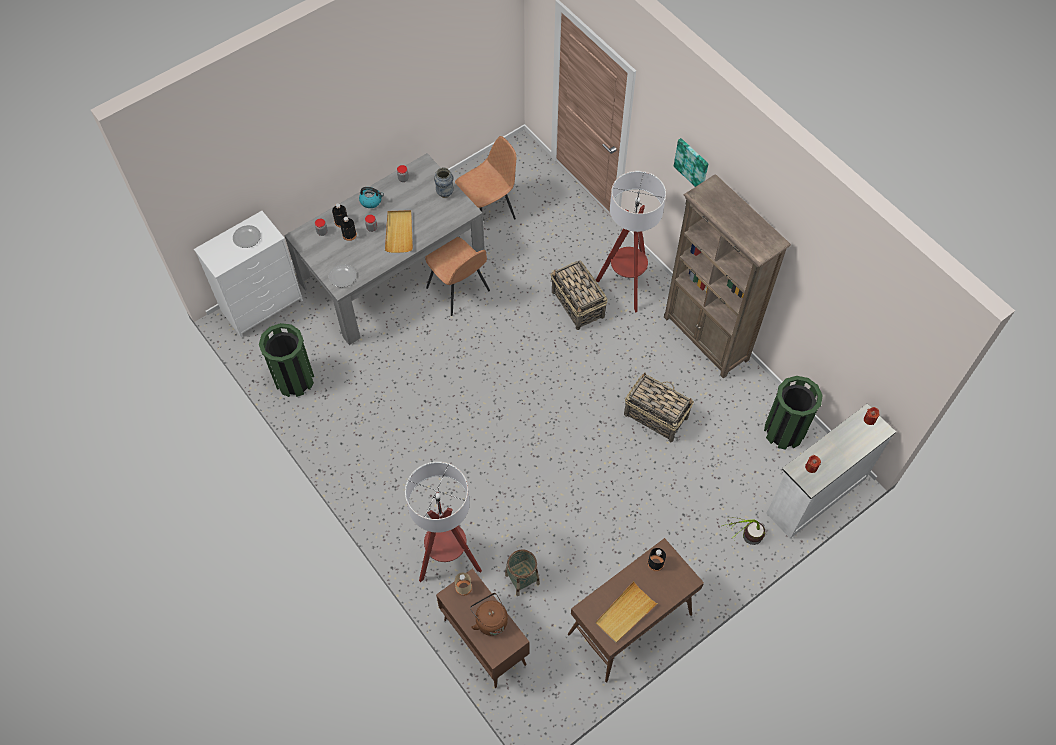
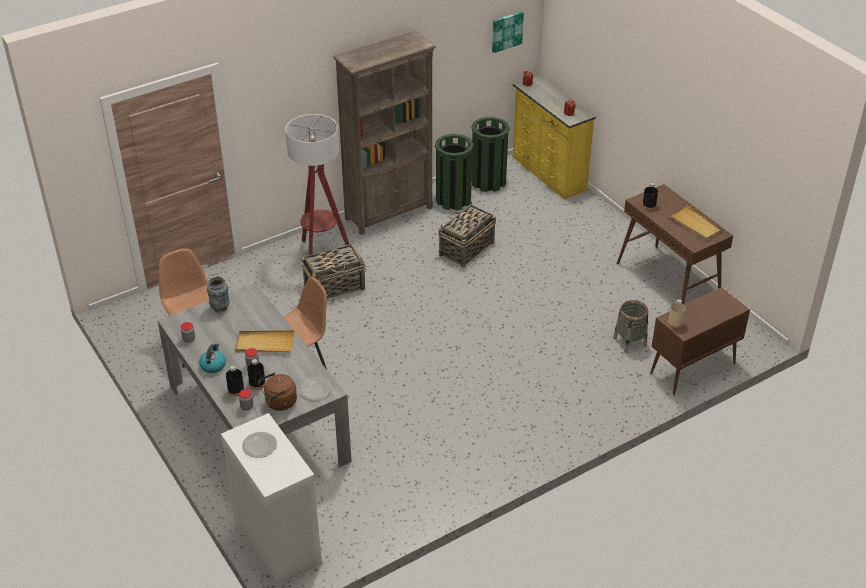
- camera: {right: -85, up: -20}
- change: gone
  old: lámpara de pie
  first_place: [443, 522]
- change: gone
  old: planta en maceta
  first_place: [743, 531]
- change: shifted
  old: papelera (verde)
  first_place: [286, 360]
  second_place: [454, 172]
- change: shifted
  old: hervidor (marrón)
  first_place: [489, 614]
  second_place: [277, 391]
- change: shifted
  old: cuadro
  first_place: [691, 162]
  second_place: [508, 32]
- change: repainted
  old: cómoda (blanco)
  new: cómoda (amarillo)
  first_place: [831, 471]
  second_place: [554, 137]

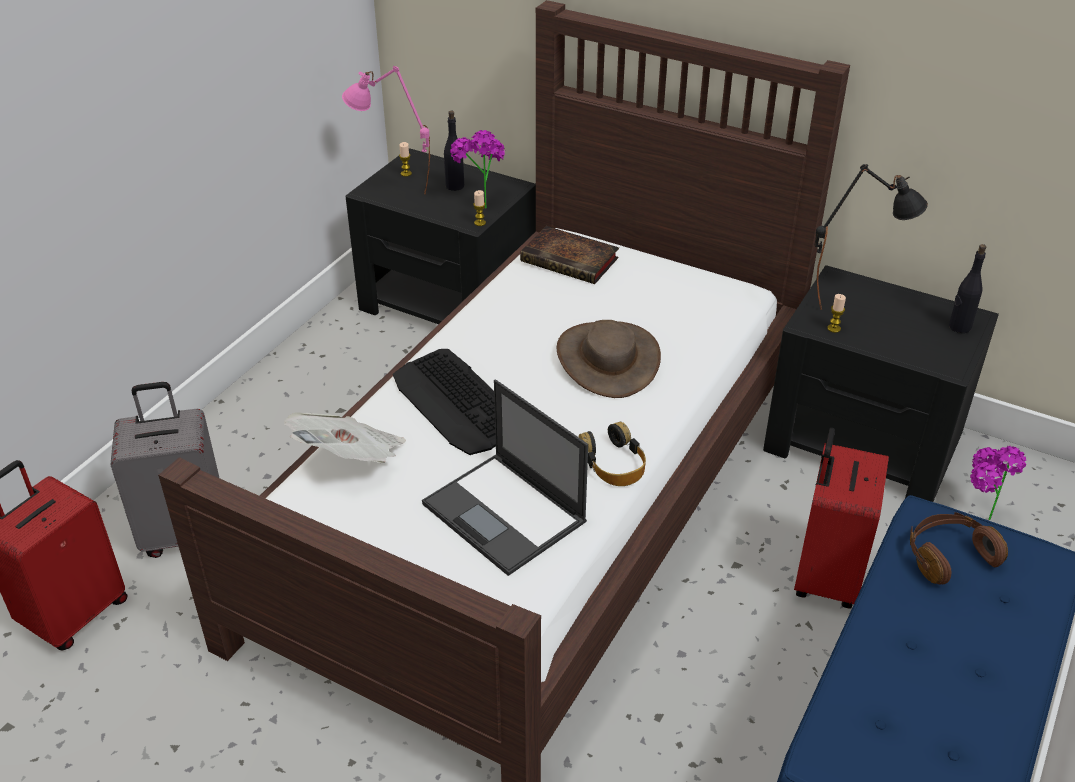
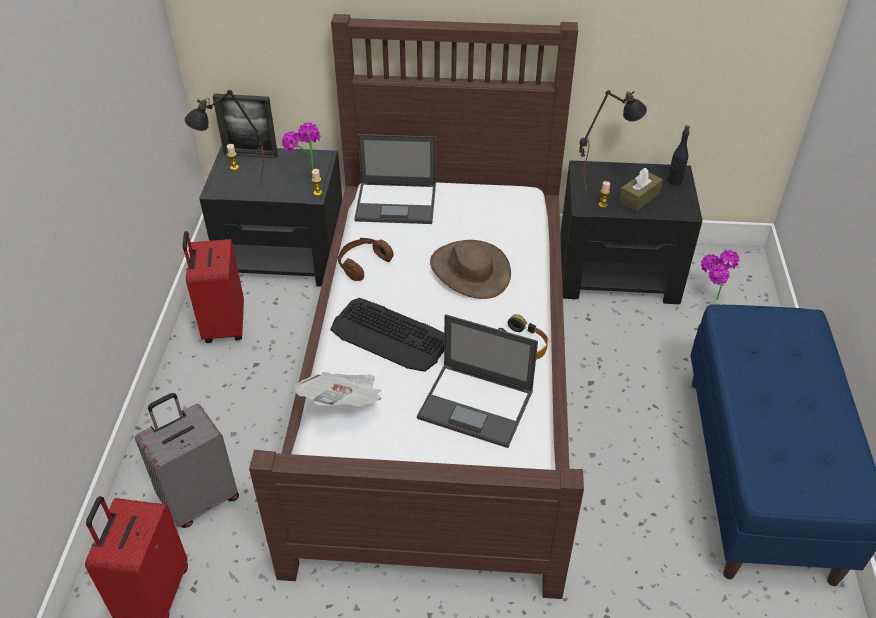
- camera: {right: -25, up: 5}
- change: gone
  old: botella (negro)
  first_place: [454, 151]
- change: new
  new: portarretratos
  second_place: [245, 125]
- change: new
  new: caja de pañuelos (marrón)
  second_place: [641, 189]
- change: shifted
  old: maleta (rojo)
  first_place: [841, 518]
  second_place: [213, 287]
- change: shifted
  old: auriculares (marrón)
  first_place: [959, 548]
  second_place: [365, 259]
- change: swapped
  old: libro
  new: portátil
  first_place: [569, 255]
  second_place: [395, 179]
- change: repainted
  old: lámpara de mesa (rosa)
  new: lámpara de mesa (negro)
  first_place: [386, 130]
  second_place: [224, 135]

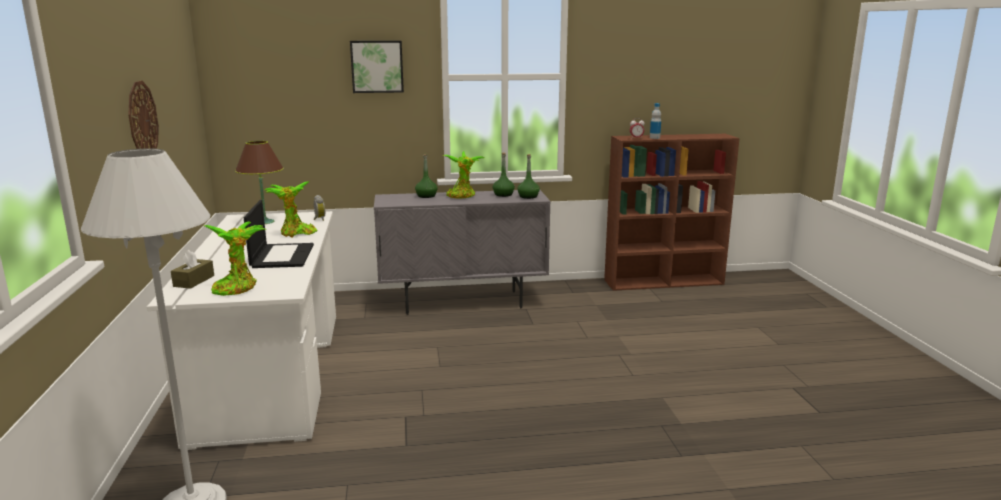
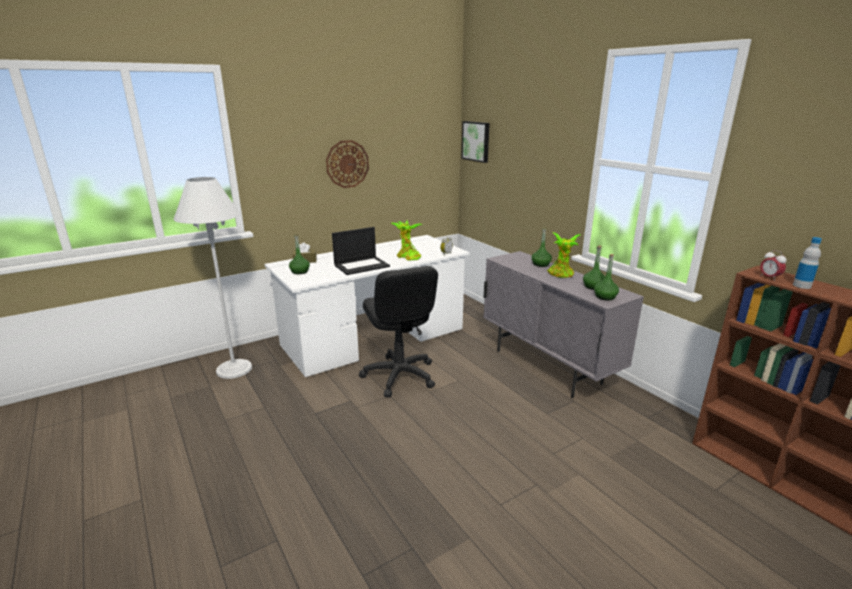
- camera: {right: 65, up: 5}
- change: gone
  old: lámpara de mesa (marrón)
  first_place: [259, 182]
- change: new
  new: silla de oficina (negro)
  second_place: [398, 331]
- change: shifted
  old: cuadro
  first_place: [377, 66]
  second_place: [475, 142]
- change: swapped
  old: planta en maceta
  new: botella (verde)
  first_place: [235, 259]
  second_place: [299, 254]

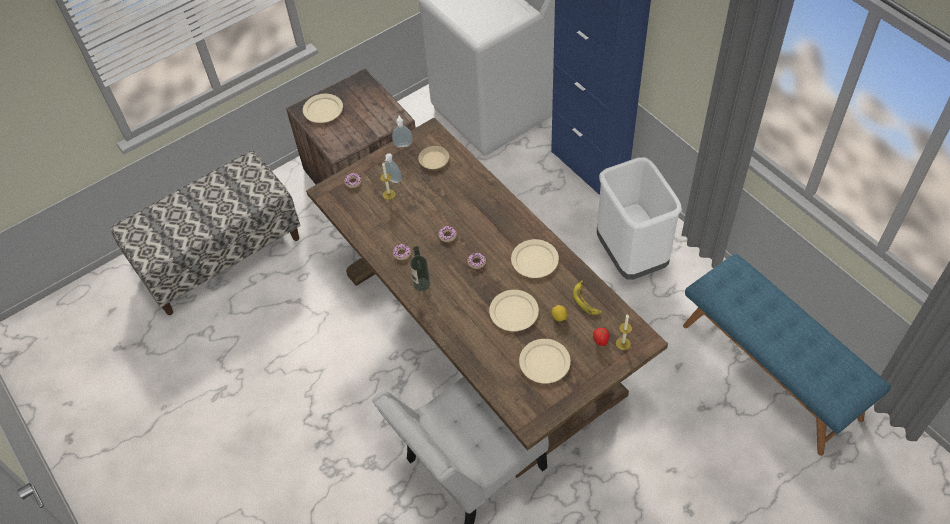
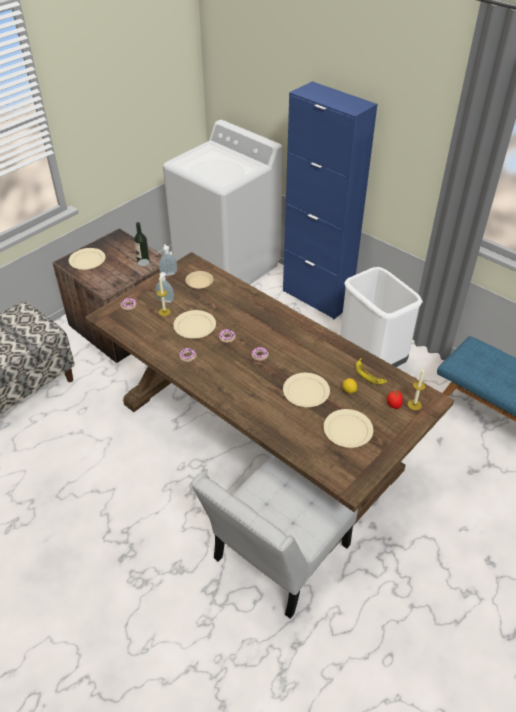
- camera: {right: -15, up: -10}
- change: shifted
  old: botella
  first_place: [420, 268]
  second_place: [142, 244]
- change: shifted
  old: plato (beis)
  first_place: [535, 258]
  second_place: [194, 324]

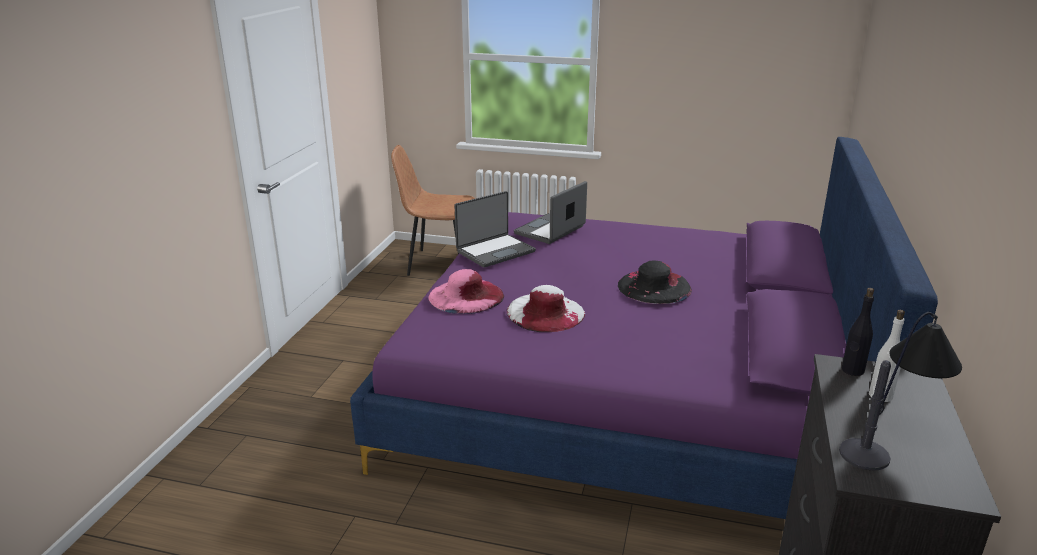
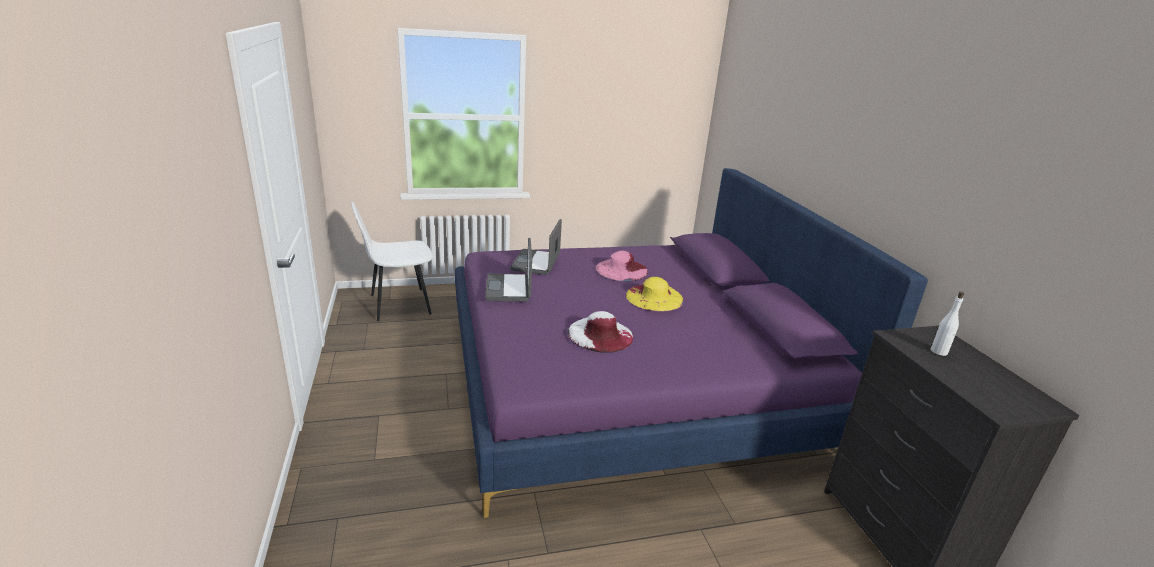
- camera: {right: -30, up: 0}
- change: gone
  old: lámpara de mesa
  first_place: [900, 391]
- change: gone
  old: botella (negro)
  first_place: [858, 332]
- change: shifted
  old: sombrero (rosa)
  first_place: [466, 291]
  second_place: [622, 266]
- change: repainted
  old: silla (marrón)
  new: silla (blanco)
  first_place: [433, 210]
  second_place: [392, 261]
- change: repainted
  old: sombrero (negro)
  new: sombrero (amarillo)
  first_place: [655, 282]
  second_place: [655, 294]
- change: rotated
  old: portátil
  first_place: [495, 229]
  second_place: [508, 269]
  degrees: 150

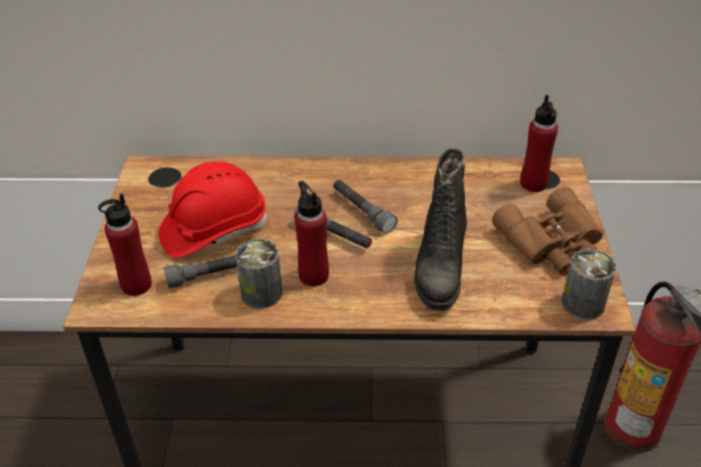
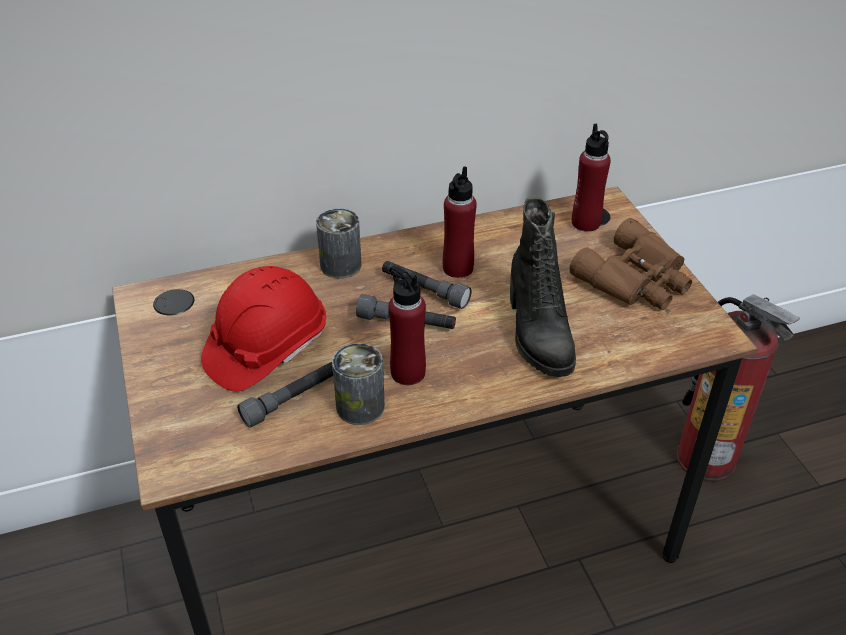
- camera: {right: -20, up: 0}
- change: shifted
  old: botella (rojo)
  first_place: [125, 244]
  second_place: [460, 222]
- change: shifted
  old: lata
  first_place: [589, 284]
  second_place: [339, 243]

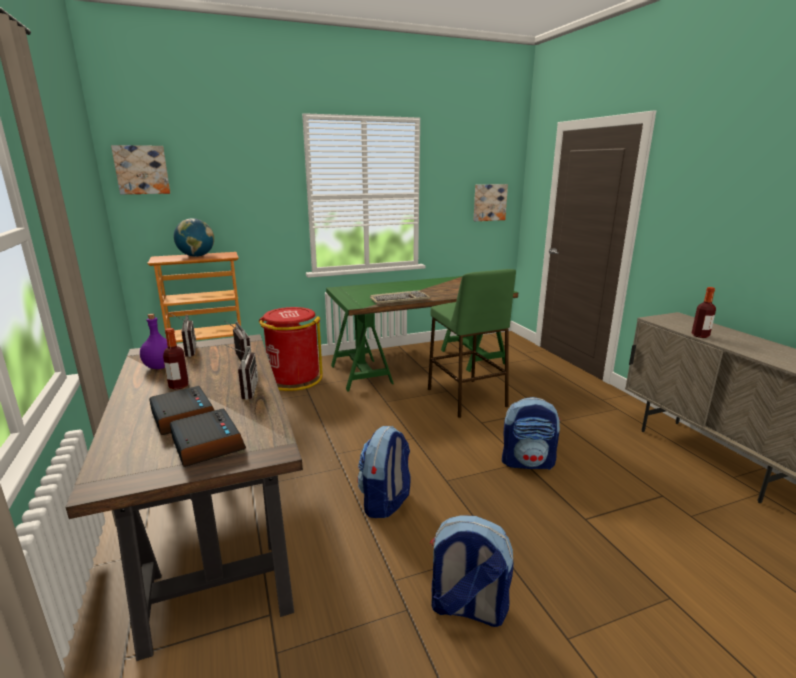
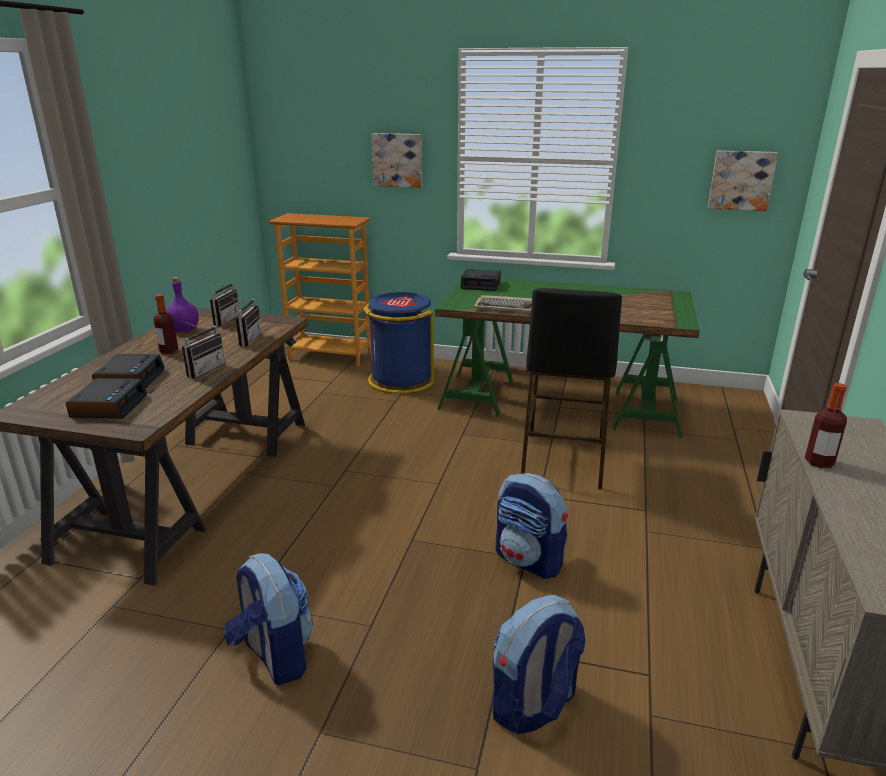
- camera: {right: 35, up: 5}
- change: gone
  old: globo terráqueo
  first_place: [194, 237]
- change: new
  new: despertador
  second_place: [481, 280]
- change: shifted
  old: cuadro
  first_place: [140, 169]
  second_place: [396, 160]
- change: shifted
  old: mochila
  first_place: [384, 472]
  second_place: [539, 665]
- change: repainted
  old: papelera (rojo)
  new: papelera (azul)
  first_place: [291, 349]
  second_place: [398, 343]
- change: repainted
  old: taburete (verde)
  new: taburete (negro)
  first_place: [472, 343]
  second_place: [571, 389]

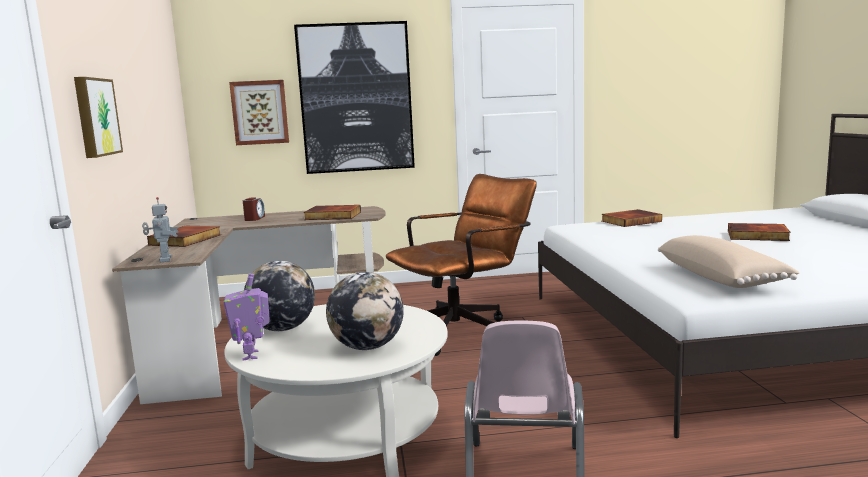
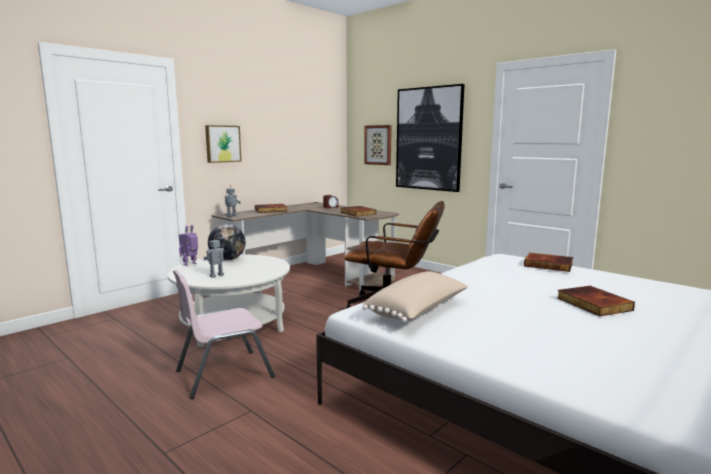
- camera: {right: 50, up: 0}
- change: swapped
  old: globo terráqueo
  new: robot de juguete
  first_place: [365, 311]
  second_place: [214, 257]

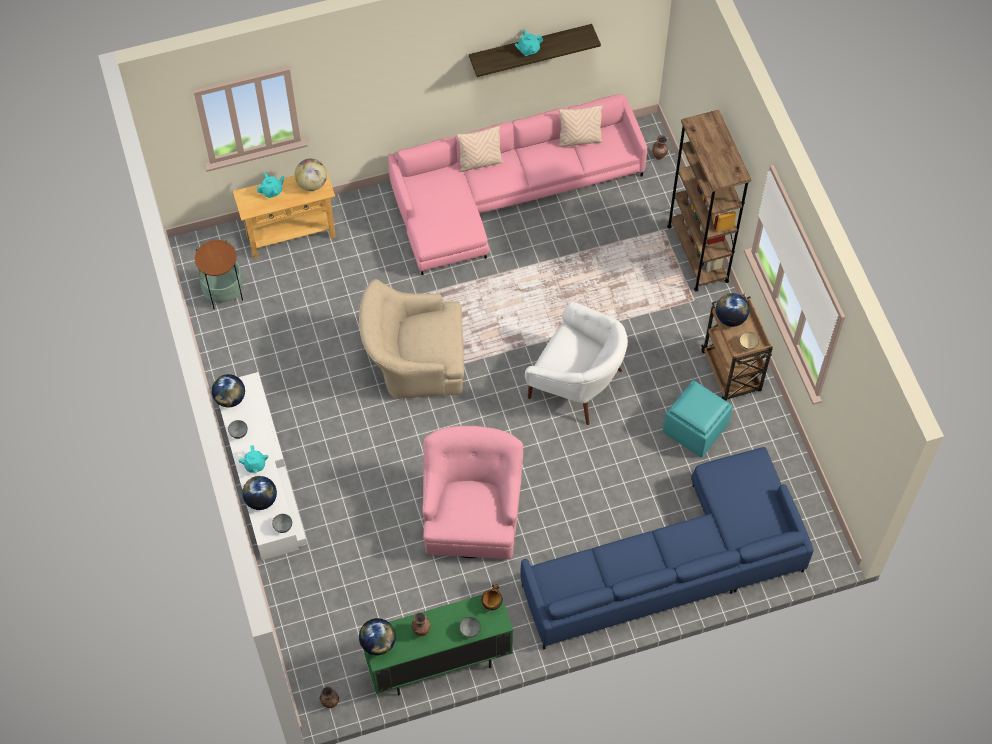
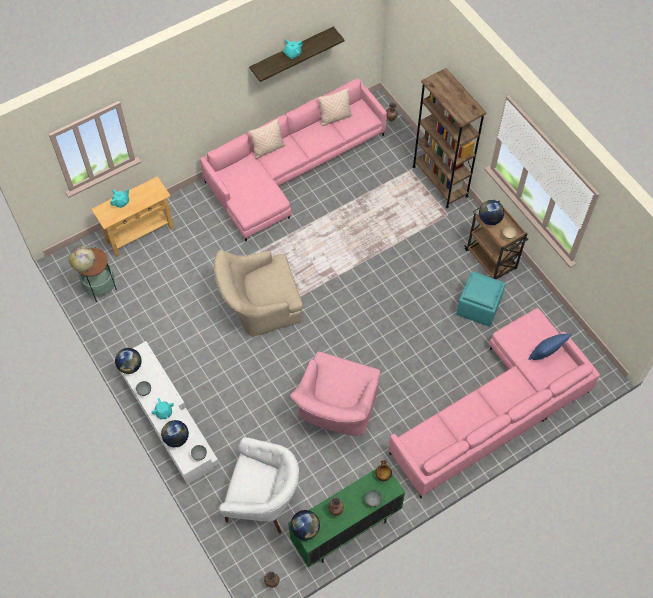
- camera: {right: -15, up: 0}
- change: new
  new: cojín (azul)
  second_place: [550, 346]
- change: shifted
  old: globo terráqueo
  first_place: [311, 175]
  second_place: [82, 259]
- change: shifted
  old: sillón (blanco)
  first_place: [576, 363]
  second_place: [259, 485]
- change: repainted
  old: sofá (azul)
  new: sofá (rosa)
  first_place: [667, 548]
  second_place: [494, 403]
- change: rotated
  old: sillón (rosa)
  first_place: [472, 492]
  second_place: [335, 394]
  degrees: -150

